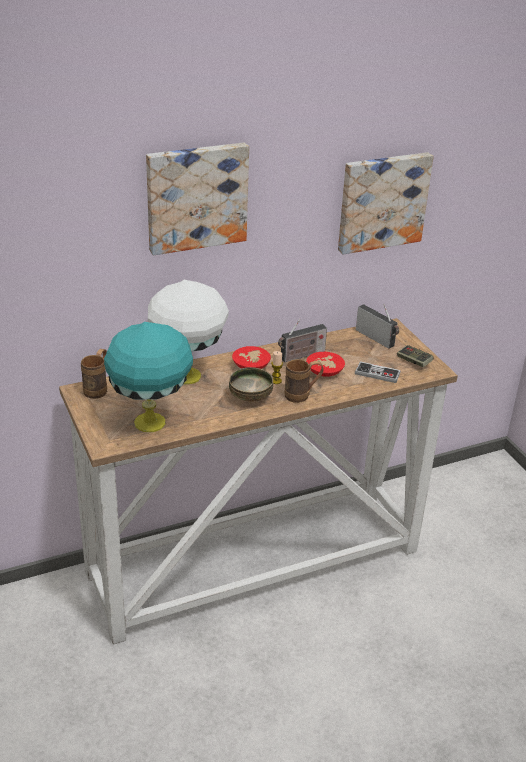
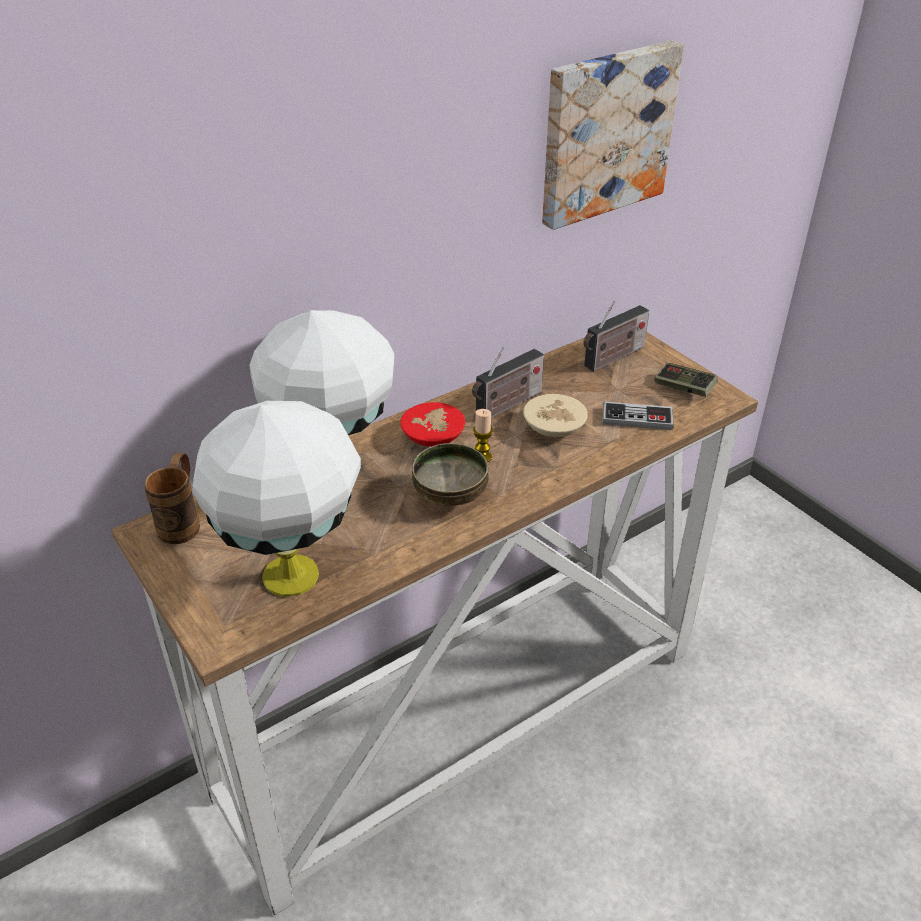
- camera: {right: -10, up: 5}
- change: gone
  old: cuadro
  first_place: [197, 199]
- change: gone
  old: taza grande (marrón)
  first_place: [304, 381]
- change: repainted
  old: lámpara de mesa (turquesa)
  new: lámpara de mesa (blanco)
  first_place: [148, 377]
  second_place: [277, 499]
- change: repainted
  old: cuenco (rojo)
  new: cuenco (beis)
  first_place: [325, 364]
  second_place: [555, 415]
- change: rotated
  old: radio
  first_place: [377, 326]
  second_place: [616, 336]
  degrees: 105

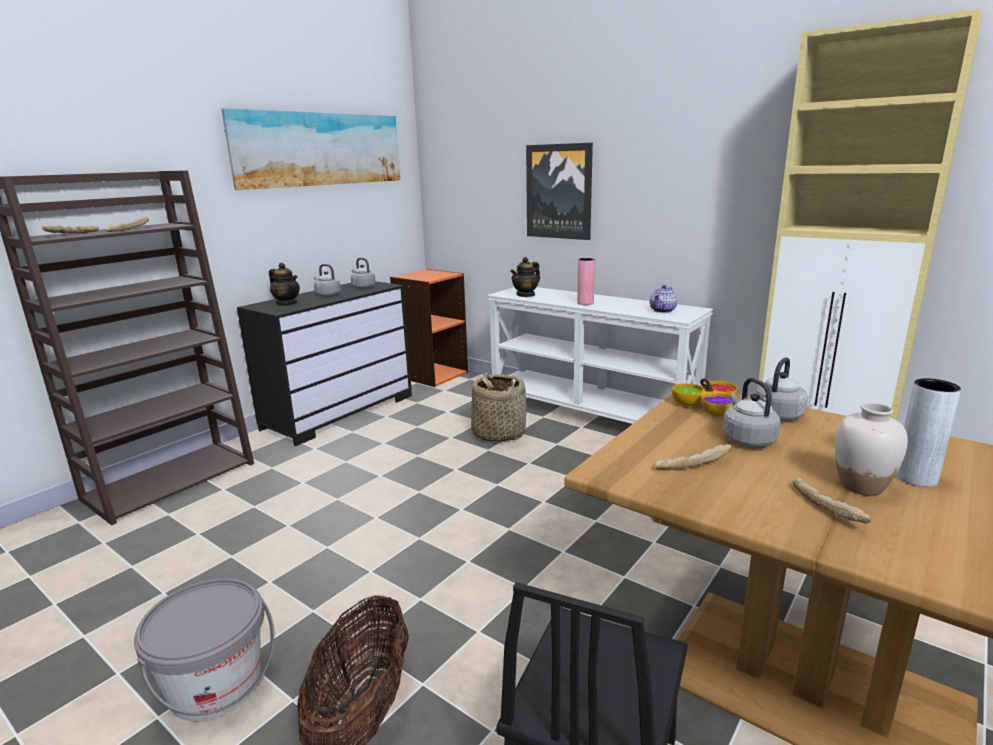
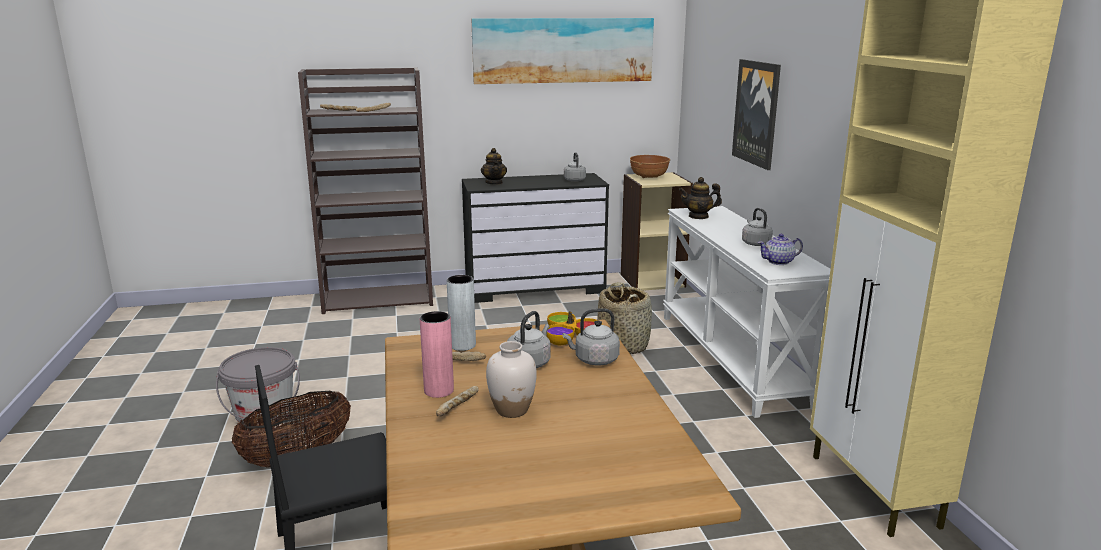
- camera: {right: 40, up: 0}
- change: new
  new: cuenco (marrón)
  second_place: [650, 166]
- change: shifted
  old: hervidor (gris)
  first_place: [327, 280]
  second_place: [757, 227]
- change: shifted
  old: florero (rosa)
  first_place: [586, 281]
  second_place: [437, 354]
- change: shifted
  old: florero (gris)
  first_place: [928, 432]
  second_place: [461, 313]
- change: repainted
  old: estantería (naranja)
  new: estantería (beis)
  first_place: [429, 328]
  second_place: [657, 231]

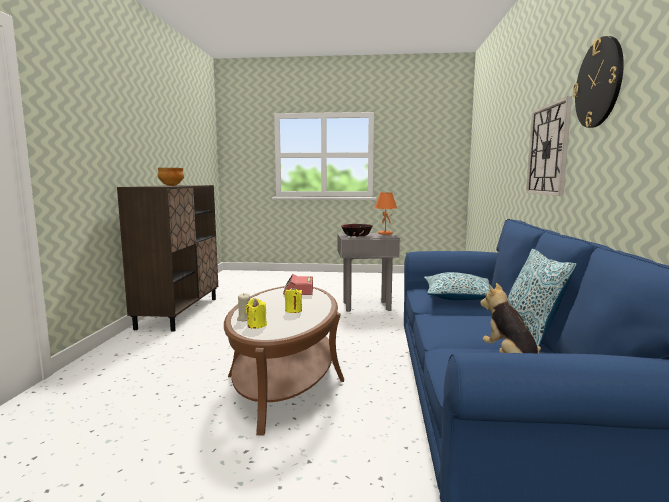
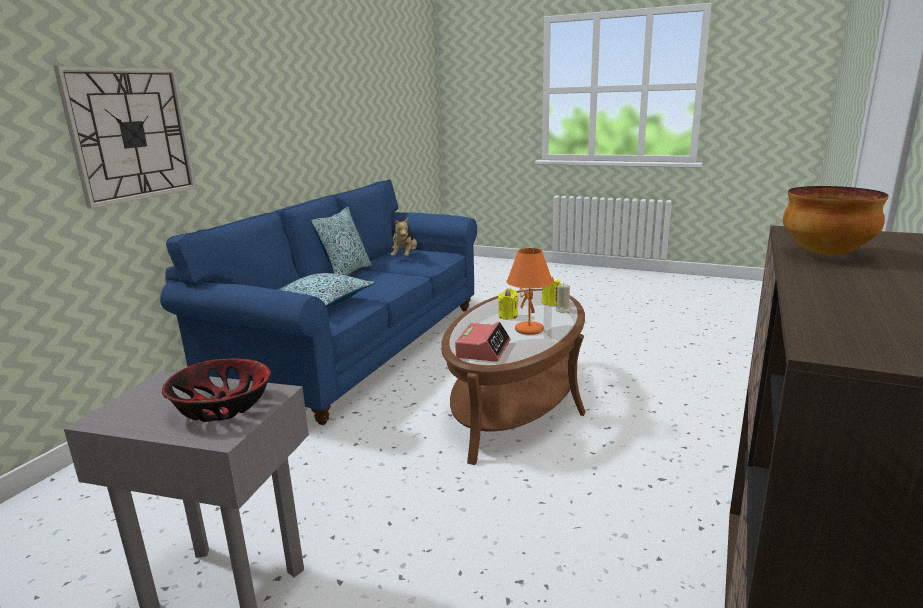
- camera: {right: -160, up: 10}
- change: gone
  old: reloj de pared
  first_place: [598, 82]
- change: shifted
  old: lámpara de mesa (naranja)
  first_place: [386, 213]
  second_place: [530, 291]

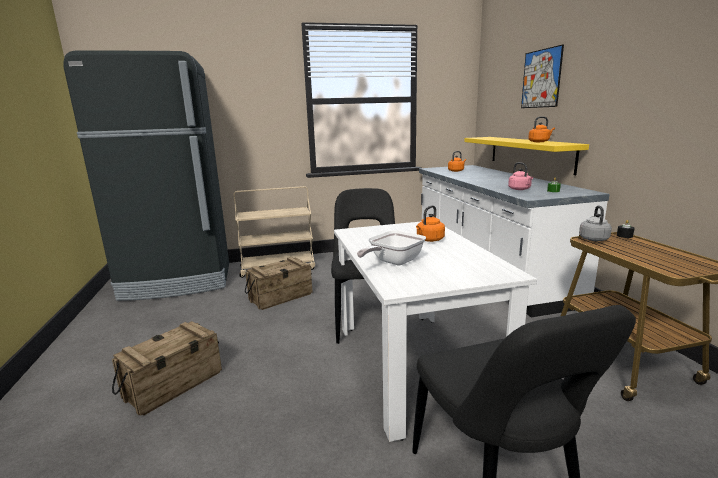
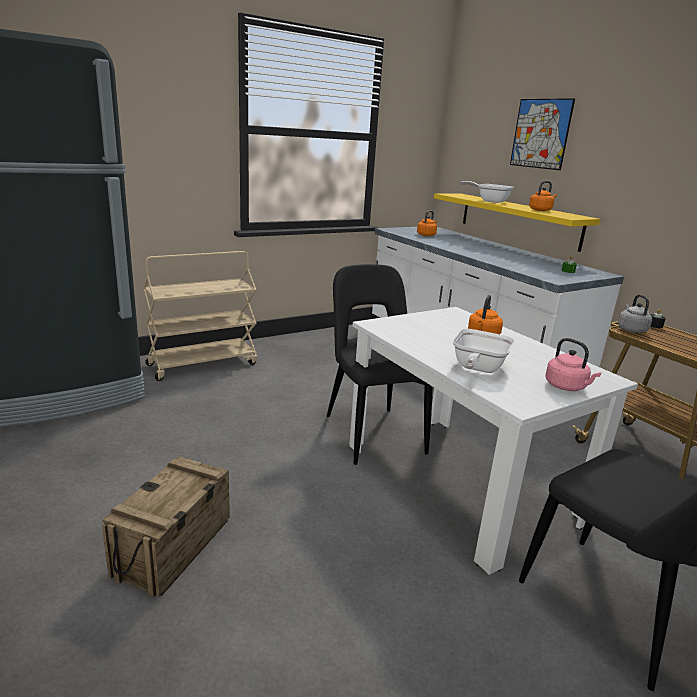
- camera: {right: -20, up: 5}
- change: gone
  old: caja de embalaje
  first_place: [279, 283]
- change: new
  new: sartén
  second_place: [487, 192]
- change: shifted
  old: hervidor (rosa)
  first_place: [520, 176]
  second_place: [573, 364]

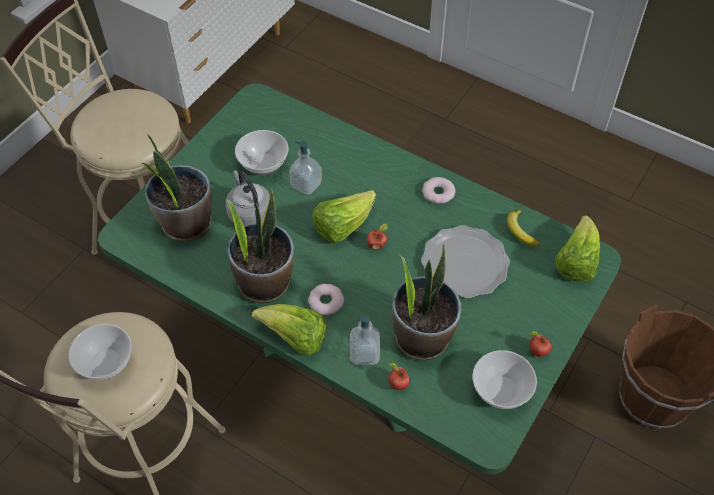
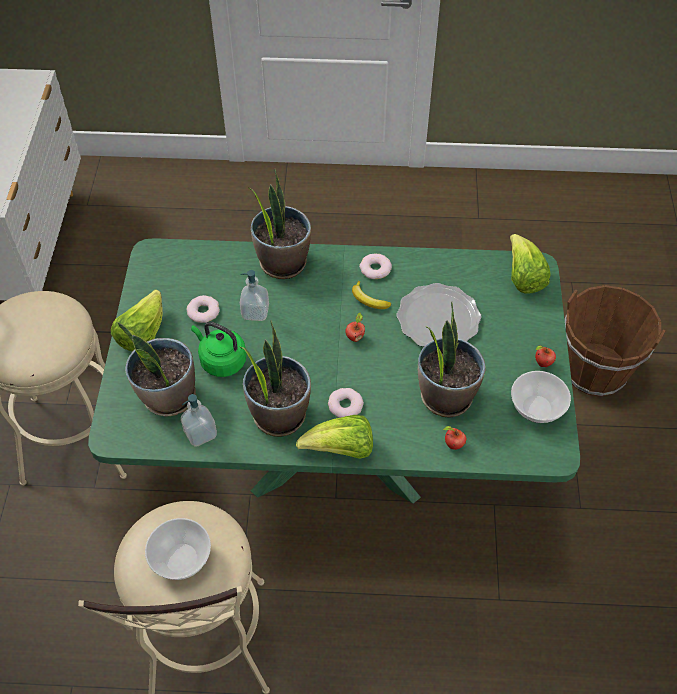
- camera: {right: -30, up: 0}
- change: new
  new: planta en maceta
  second_place: [280, 223]
- change: shifted
  old: lechuga
  first_place: [344, 216]
  second_place: [137, 320]
- change: shifted
  old: dispensador de jabón
  first_place: [365, 339]
  second_place: [199, 420]
- change: shifted
  old: plátano
  first_place: [523, 227]
  second_place: [371, 295]
- change: swapped
  old: cuenco
  new: rosquilla
  first_place: [261, 152]
  second_place: [203, 309]
- change: repainted
  old: hervidor (gris)
  new: hervidor (verde)
  first_place: [248, 198]
  second_place: [219, 349]

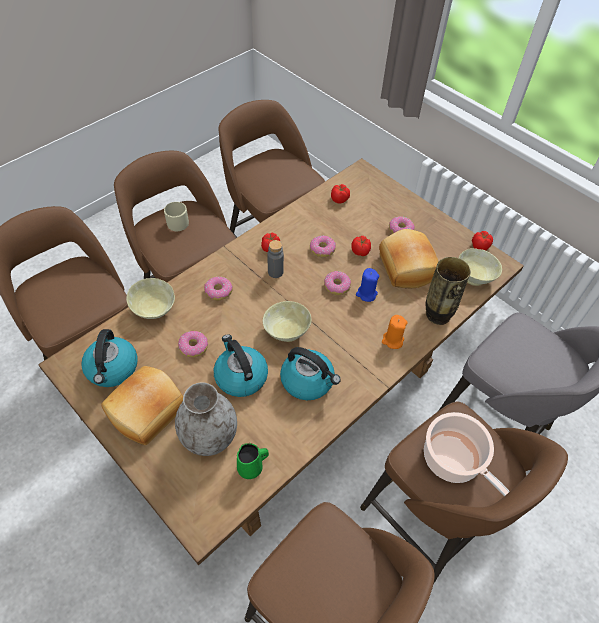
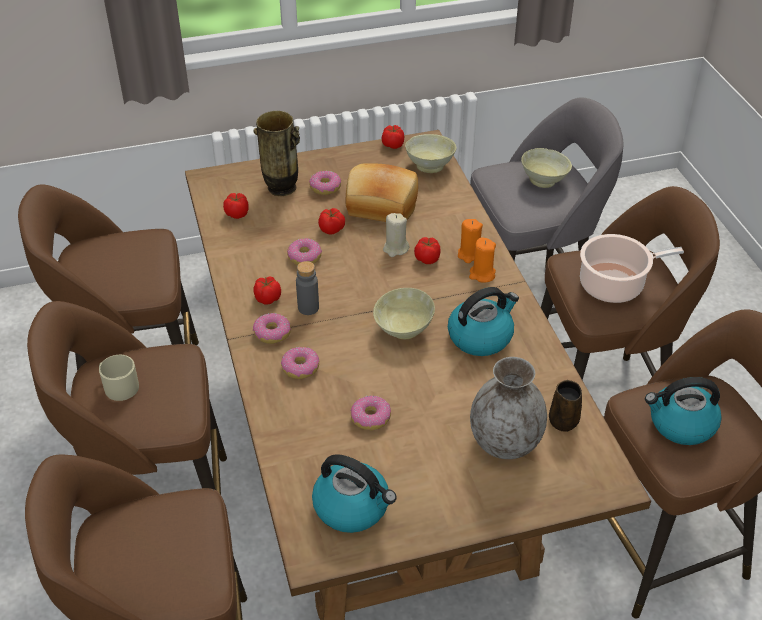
- camera: {right: -60, up: -10}
- change: gone
  old: pan
  first_place: [142, 405]
- change: new
  new: tomate
  second_place: [427, 250]
- change: new
  new: vela (naranja)
  second_place: [482, 260]
- change: shifted
  old: cuenco (beis)
  first_place: [150, 298]
  second_place: [546, 168]
- change: shifted
  old: hervidor
  first_place: [241, 365]
  second_place: [683, 411]
- change: shifted
  old: rosquilla
  first_place: [337, 283]
  second_place: [272, 328]
- change: shifted
  old: florero
  first_place: [448, 291]
  second_place: [277, 153]
- change: repainted
  old: taza grande (verde)
  new: taza grande (marrón)
  first_place: [253, 461]
  second_place: [565, 406]
- change: repainted
  old: vela (azul)
  new: vela (beis)
  first_place: [368, 285]
  second_place: [396, 235]

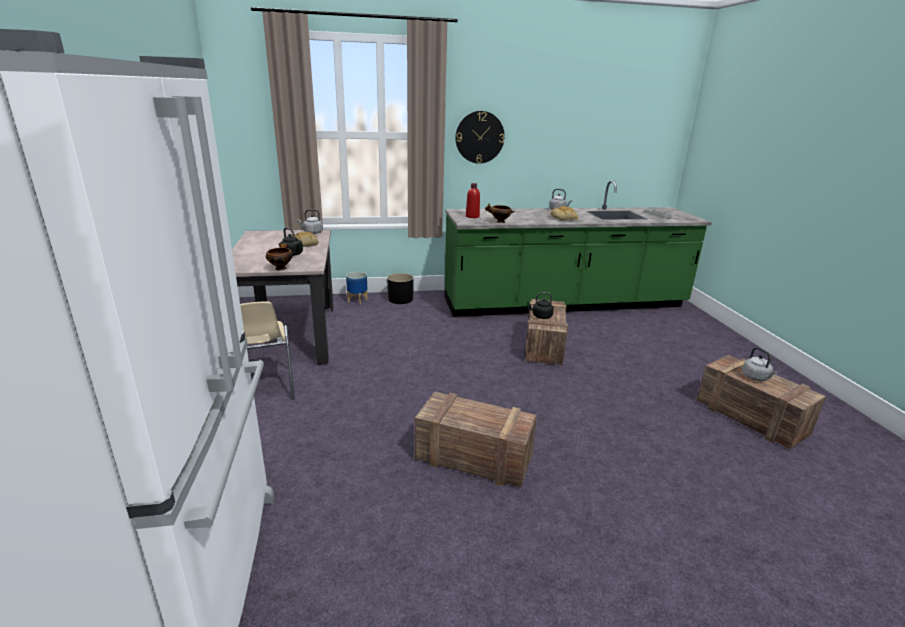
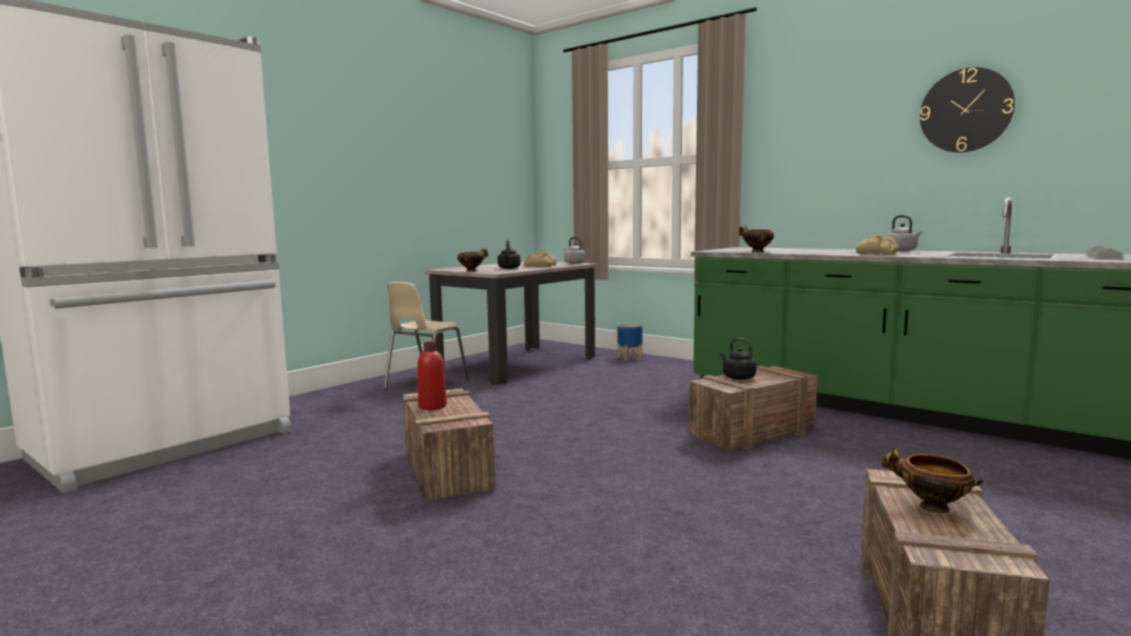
- camera: {right: 50, up: -15}
- change: gone
  old: maceta (negro)
  first_place: [400, 288]
- change: shifted
  old: reloj de pared
  first_place: [480, 137]
  second_place: [967, 110]
- change: shifted
  old: botella (rojo)
  first_place: [473, 200]
  second_place: [432, 375]
- change: swapped
  old: hervidor (gris)
  new: cuenco
  first_place: [759, 364]
  second_place: [932, 480]

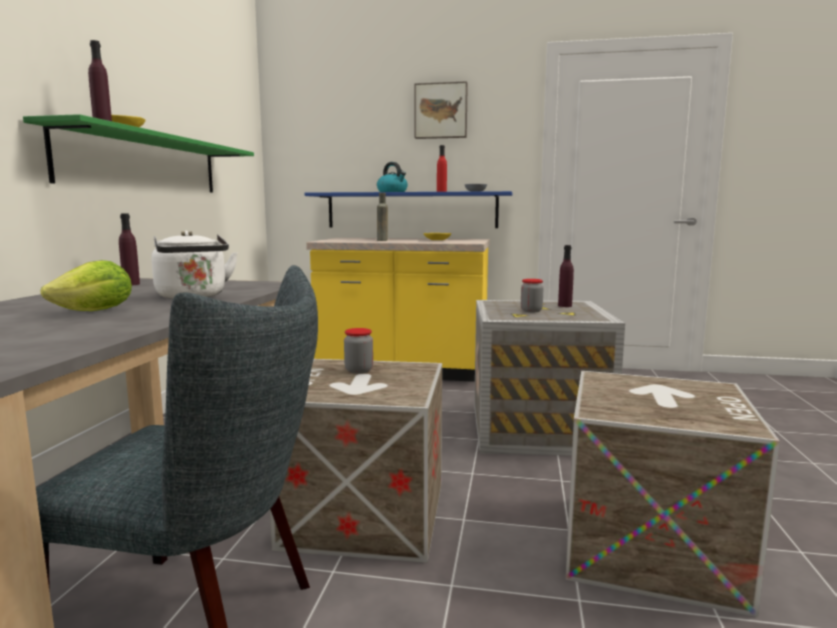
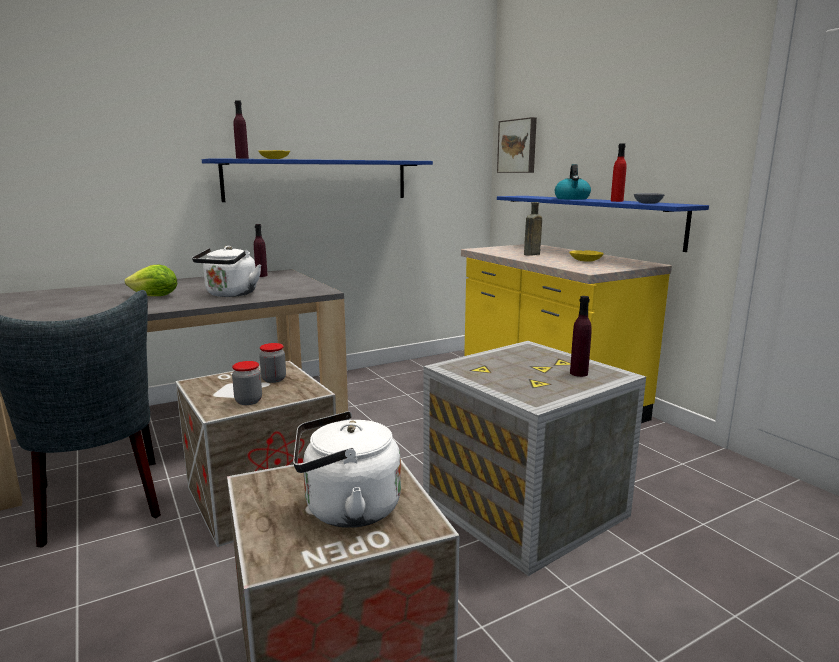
- camera: {right: 50, up: 5}
- change: new
  new: hervidor (blanco)
  second_place: [347, 469]
- change: shifted
  old: cuadro
  first_place: [441, 110]
  second_place: [517, 145]
- change: shifted
  old: tarro
  first_place: [532, 295]
  second_place: [247, 383]
- change: repainted
  old: estante (verde)
  new: estante (azul)
  first_place: [138, 153]
  second_place: [317, 180]

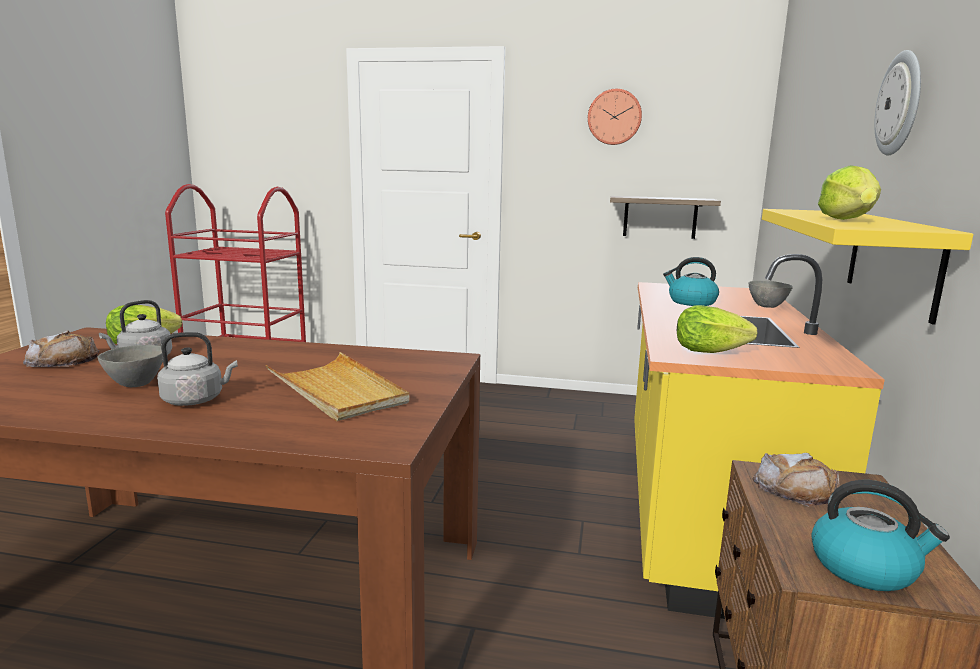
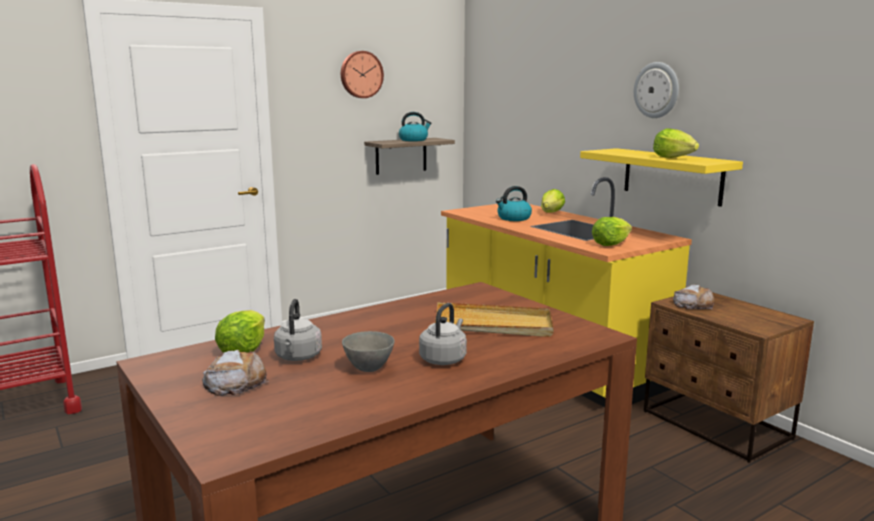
- camera: {right: -45, up: 0}
- change: shifted
  old: hervidor
  first_place: [880, 535]
  second_place: [415, 126]
- change: swapped
  old: cuenco (gris)
  new: lechuga
  first_place: [771, 294]
  second_place: [553, 201]

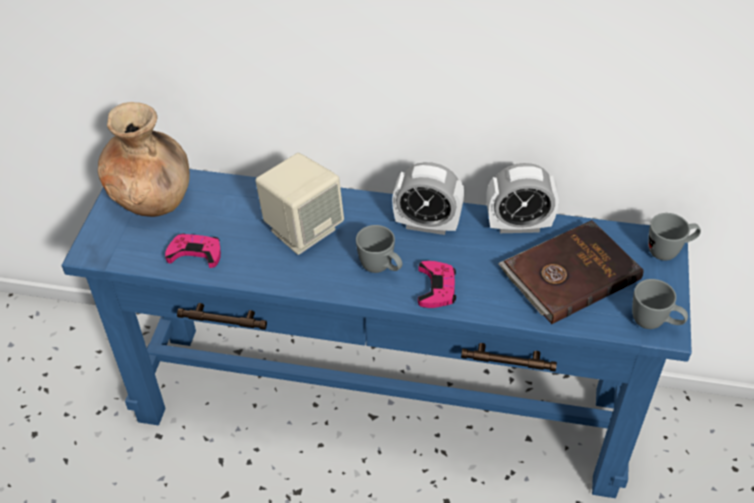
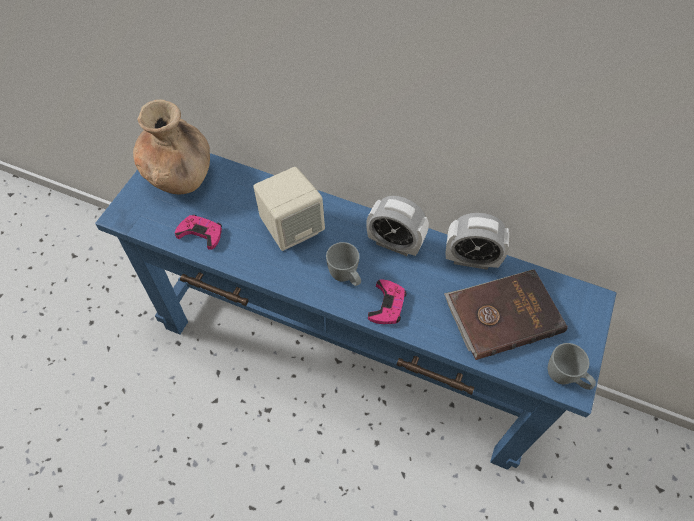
- camera: {right: 10, up: 10}
- change: gone
  old: taza grande (gris)
  first_place: [674, 236]

